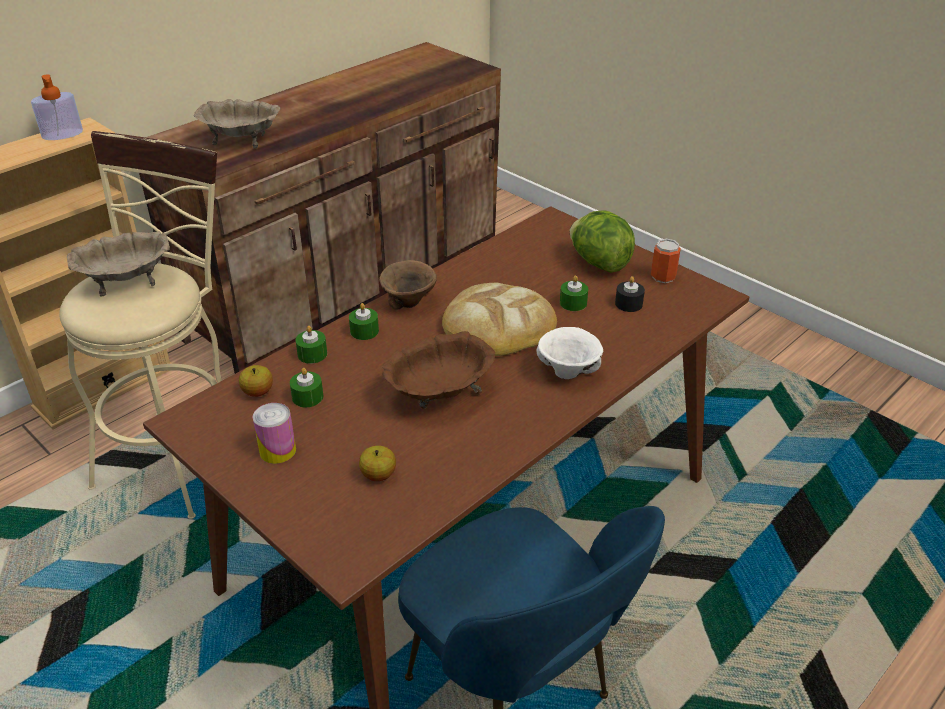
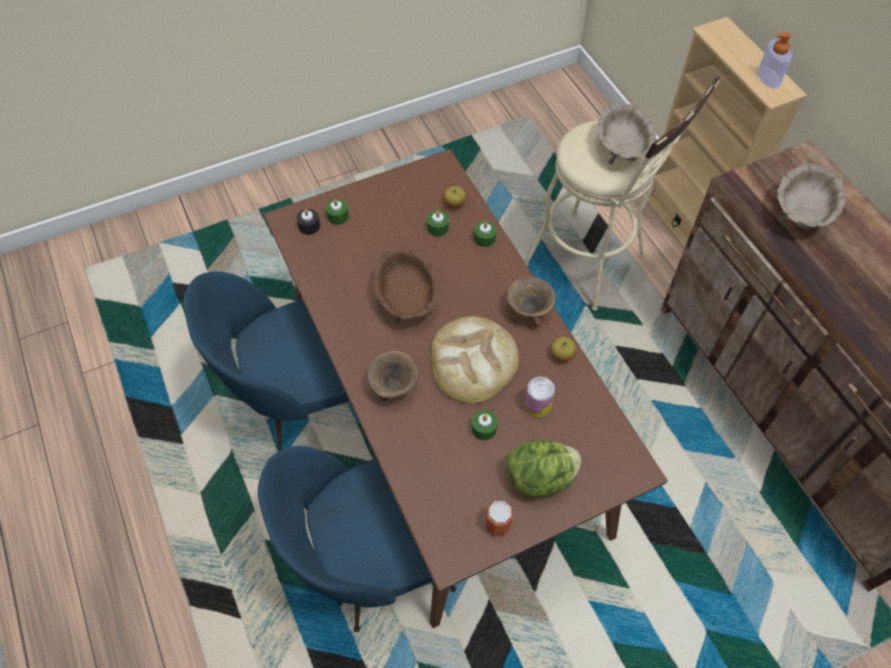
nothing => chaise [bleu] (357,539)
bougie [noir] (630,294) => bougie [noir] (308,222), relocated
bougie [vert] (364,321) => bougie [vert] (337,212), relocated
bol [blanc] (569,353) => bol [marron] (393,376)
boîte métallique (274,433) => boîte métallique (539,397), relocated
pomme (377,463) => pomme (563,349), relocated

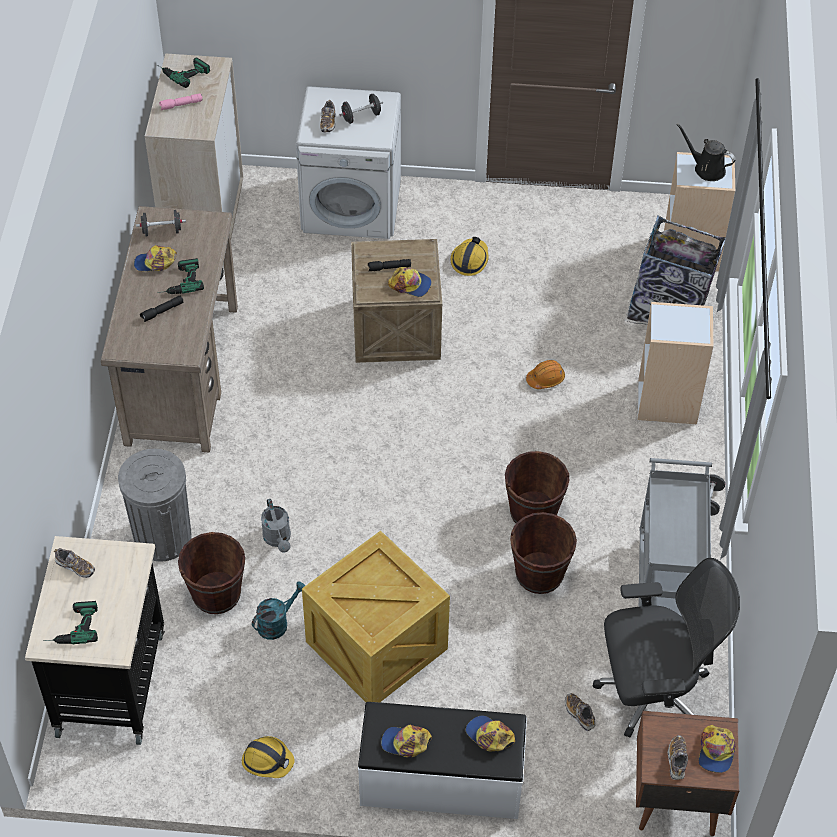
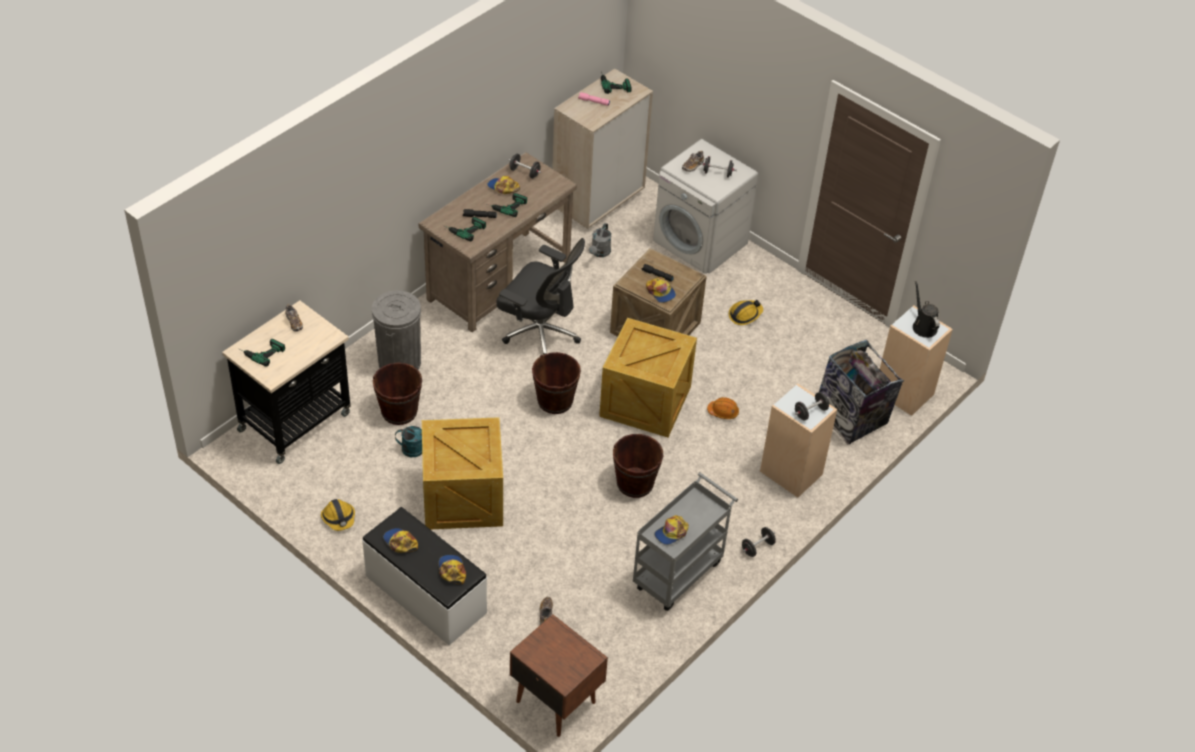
nothing => perceuse (465,229)
chaise de bureau (666,647) => chaise de bureau (540,296), relocated
seau [marron] (543,553) => seau [marron] (556,383), relocated
arrosoir [gris] (276,526) => arrosoir [gris] (600,240), relocated
nothing => caisse (648,377)
casquette (717,749) => casquette (671,530), relocated
nothing => haltère [noir] (812,406)
chaussure (678,757) => nothing

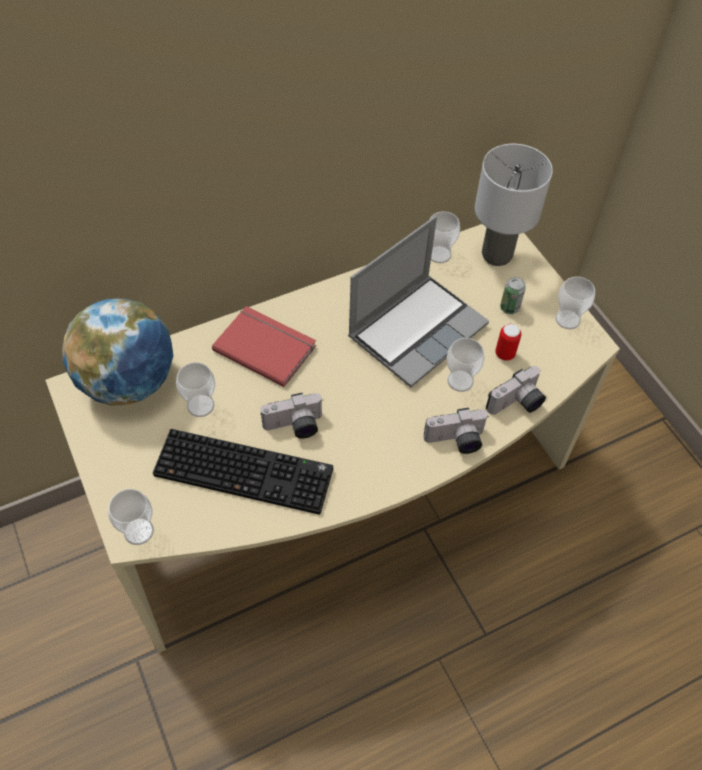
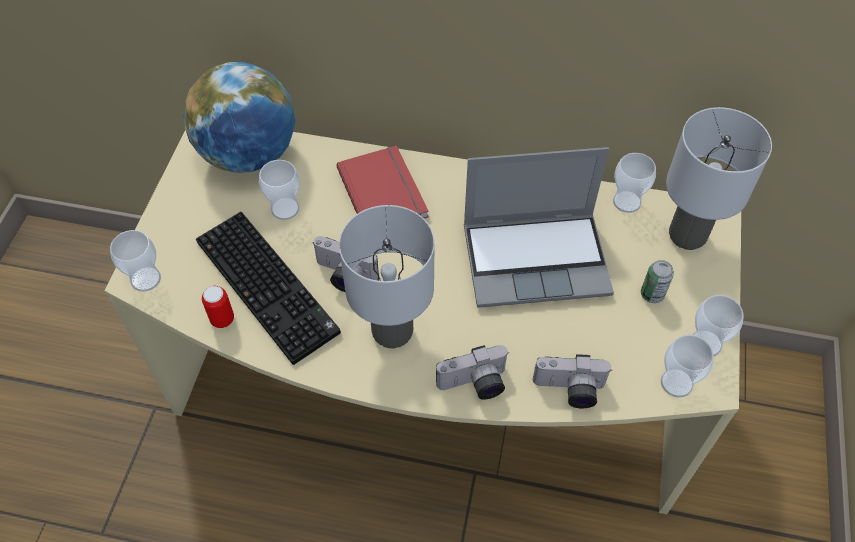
boîte métallique (508,342) => boîte métallique (218,307), relocated
nothing => lampe de table [blanc] (387,276)
appareil photo (456,431) => appareil photo (472,372), 45 degrees counterclockwise
tasse (466,365) => tasse (687,366), relocated

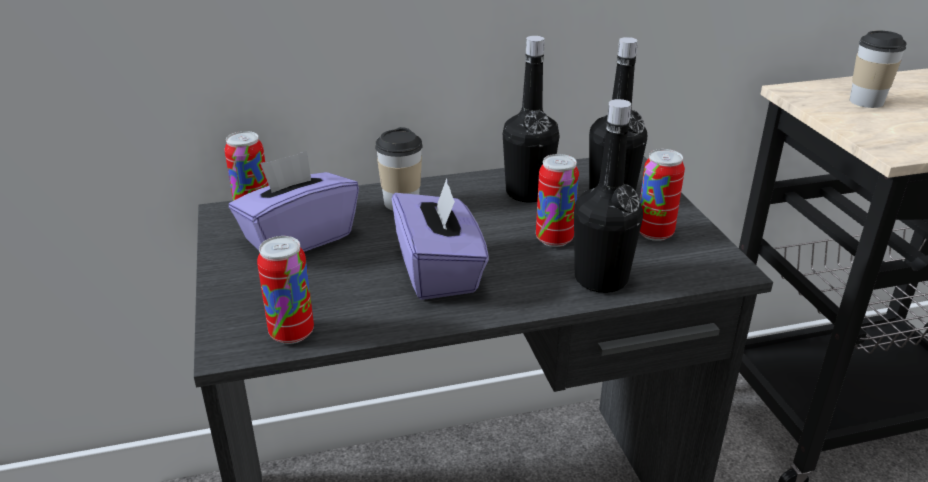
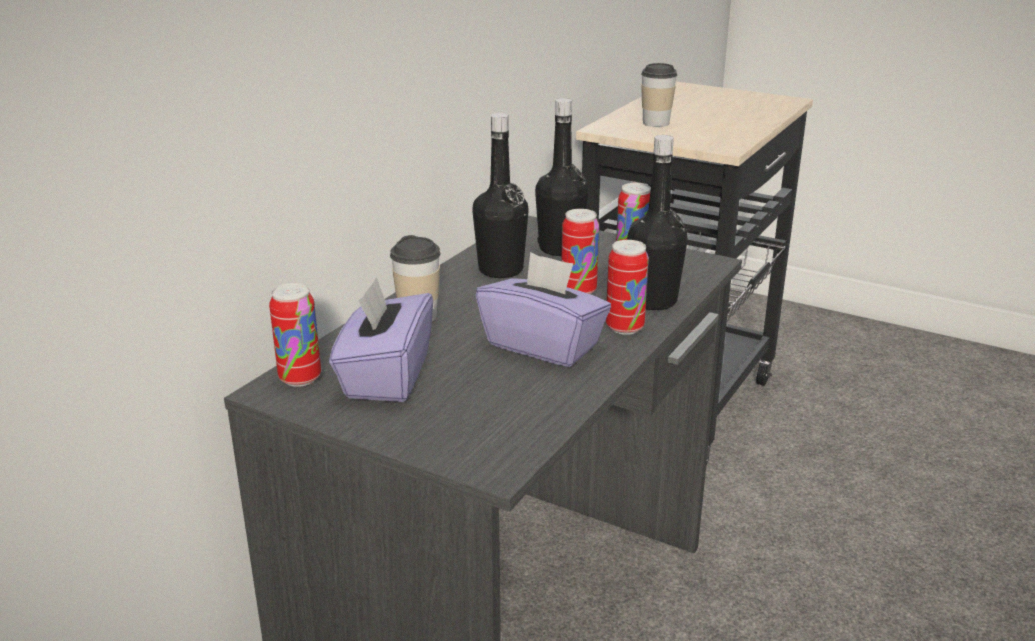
boîte métallique (285,290) => boîte métallique (627,287), relocated

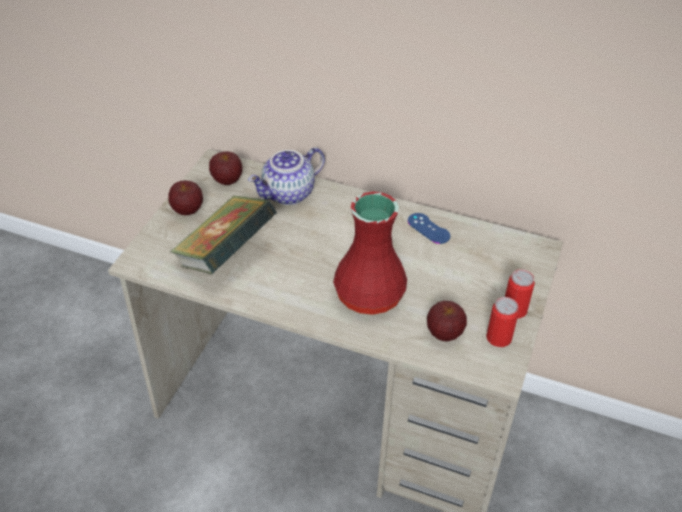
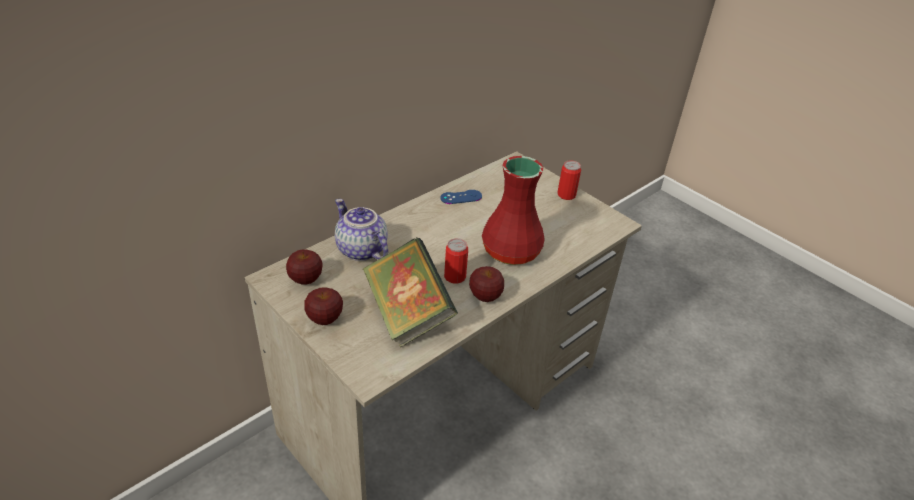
théière (286,176) => théière (361,230), 150 degrees clockwise
boîte métallique (502,322) => boîte métallique (456,261), relocated
pomme (447,321) => pomme (486,284), relocated

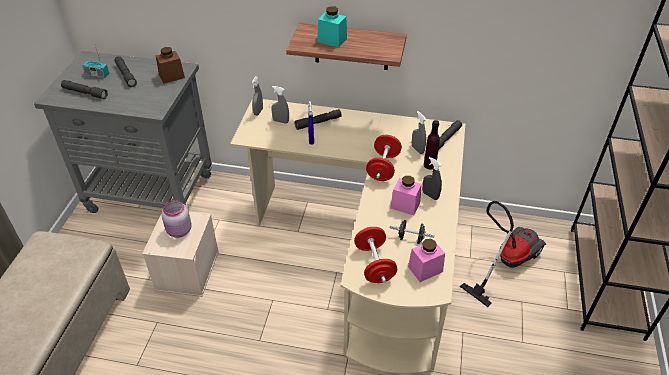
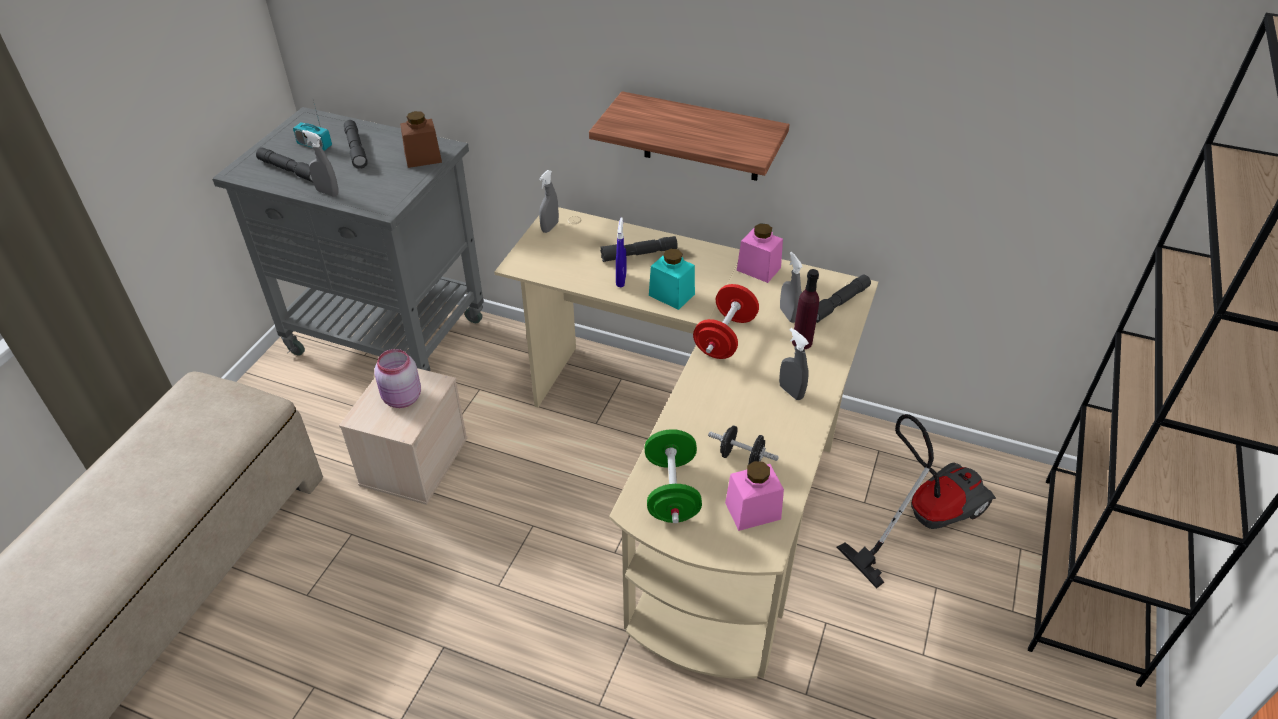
vaporisateur [gris] (280,105) => vaporisateur [gris] (320,163), relocated
haltère [rouge] (375,255) => haltère [vert] (673,476)
bocal [turquoise] (332,27) => bocal [turquoise] (672,279), relocated
bocal [rose] (406,195) => bocal [rose] (760,253), relocated

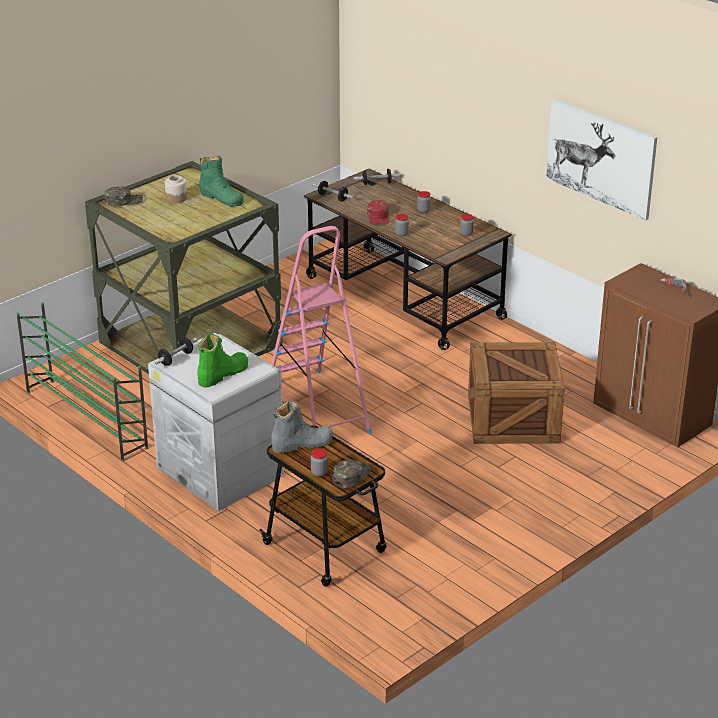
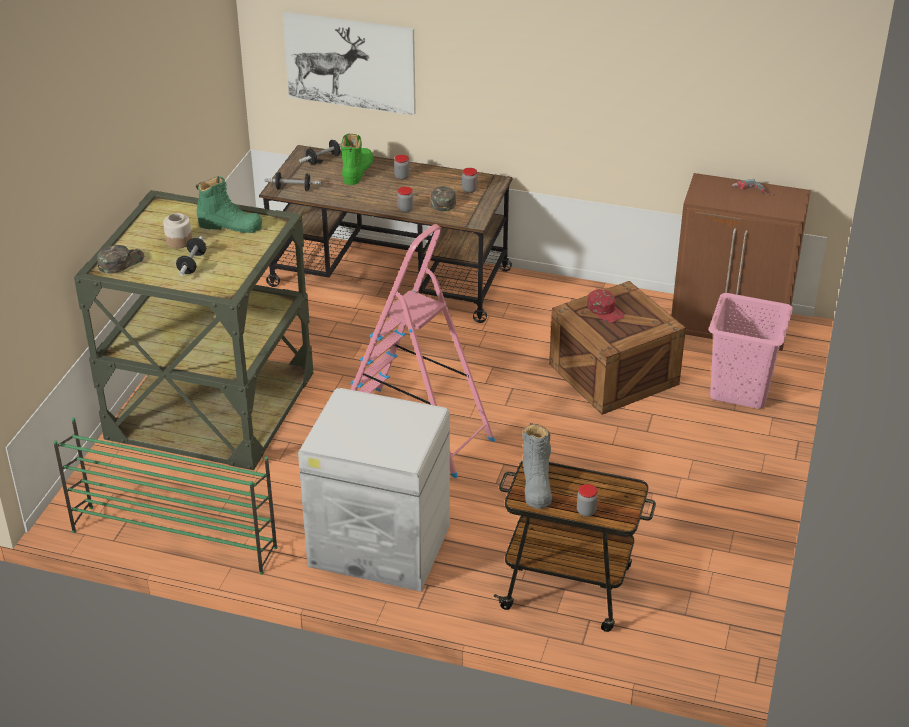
haltère (175,351) => haltère (191,256), relocated
tableau (601,159) => tableau (349,63), relocated
botte [vert] (222,360) => botte [vert] (357,159), relocated
casquette [vert] (352,474) => casquette [vert] (443,198), relocated
botte [gris] (302,426) => botte [gris] (537,466), 135 degrees clockwise
casquette [rouge] (378,212) => casquette [rouge] (606,306), relocated
nothing => panier à linge [rose] (751,351)

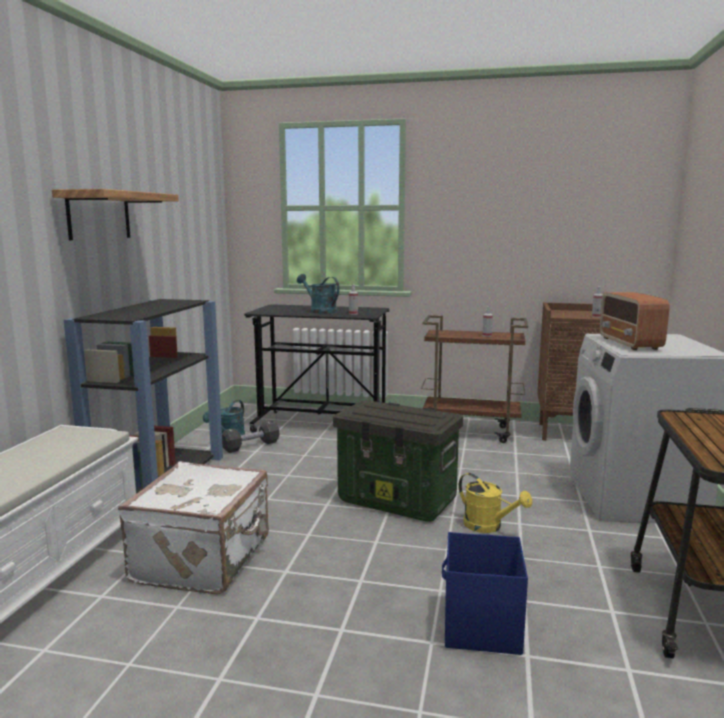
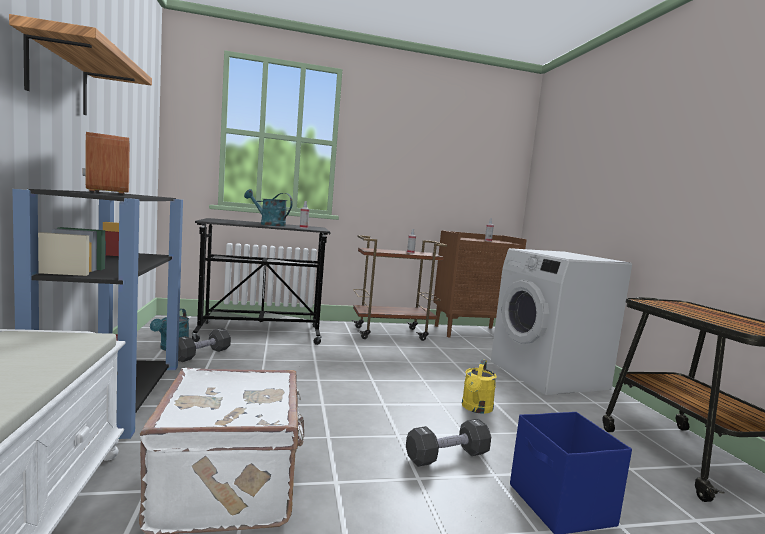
radio (634,321) => radio (106,163), relocated
nothing => haltère [noir] (448,443)
arrosoir [jaune] (495,503) => arrosoir [jaune] (479,386), 90 degrees clockwise
boîte de rangement (398,461) => nothing

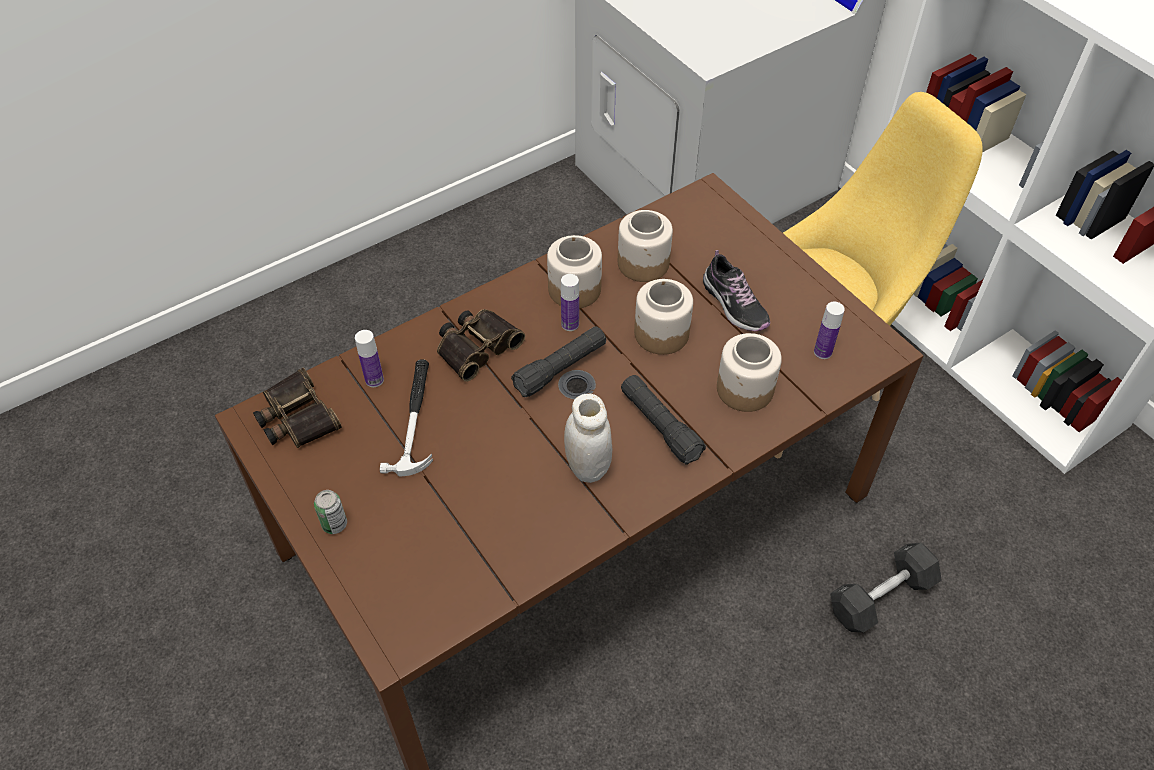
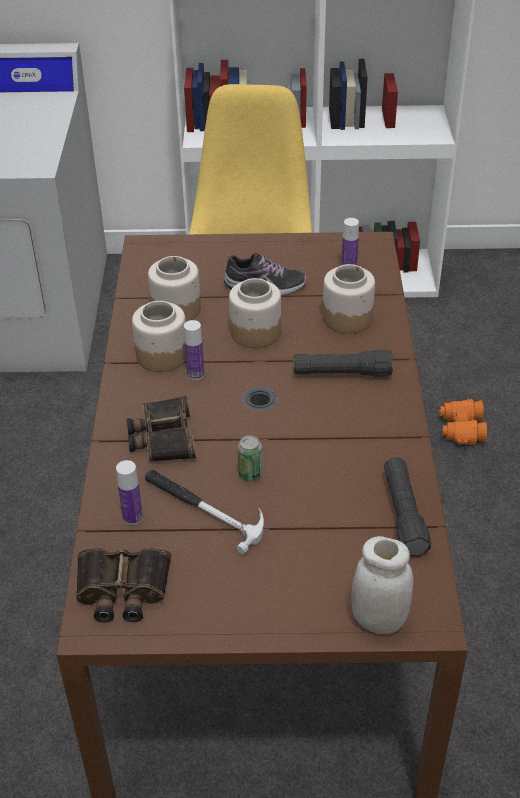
boîte métallique (330,512) => boîte métallique (249,458), relocated
bocal [blanc] (588,438) => bocal [blanc] (382,585), relocated
lampe de poche [noir] (558,361) => lampe de poche [noir] (407,507), relocated
haltère [gris] (886,587) => jumelles [orange] (463,422)

